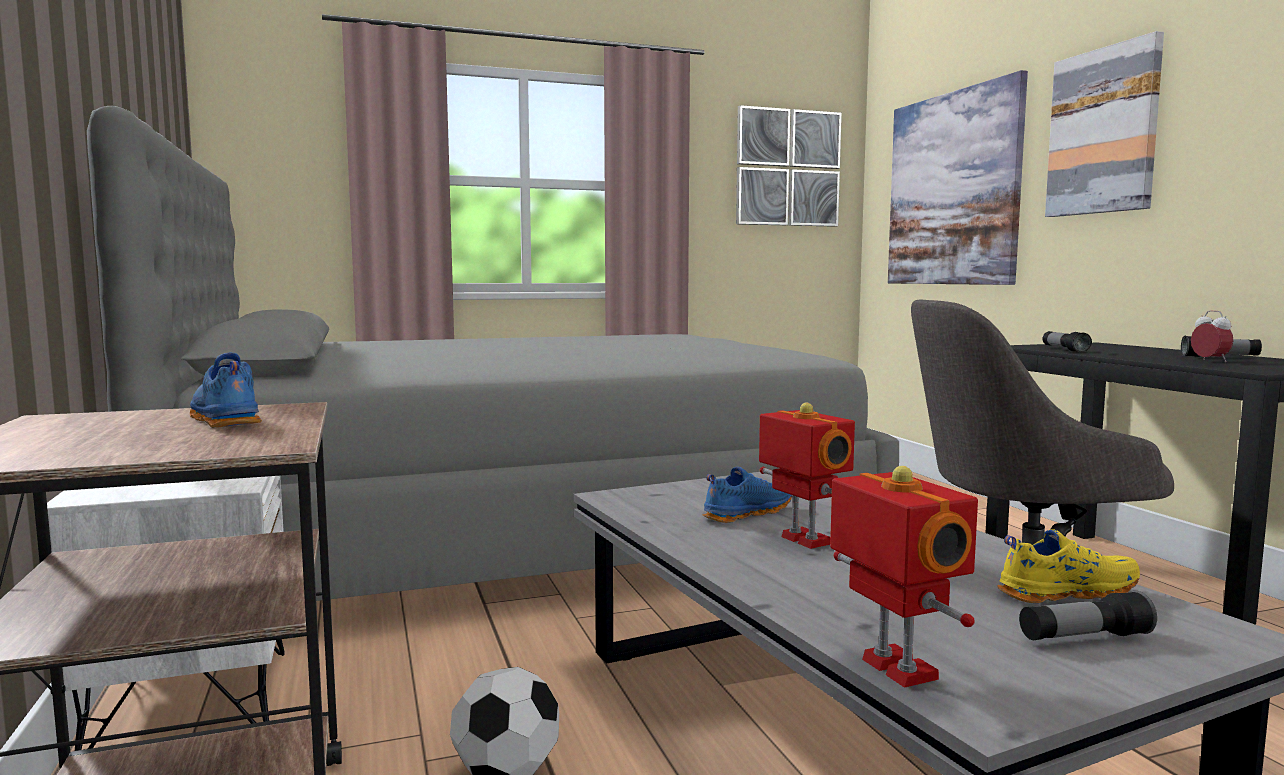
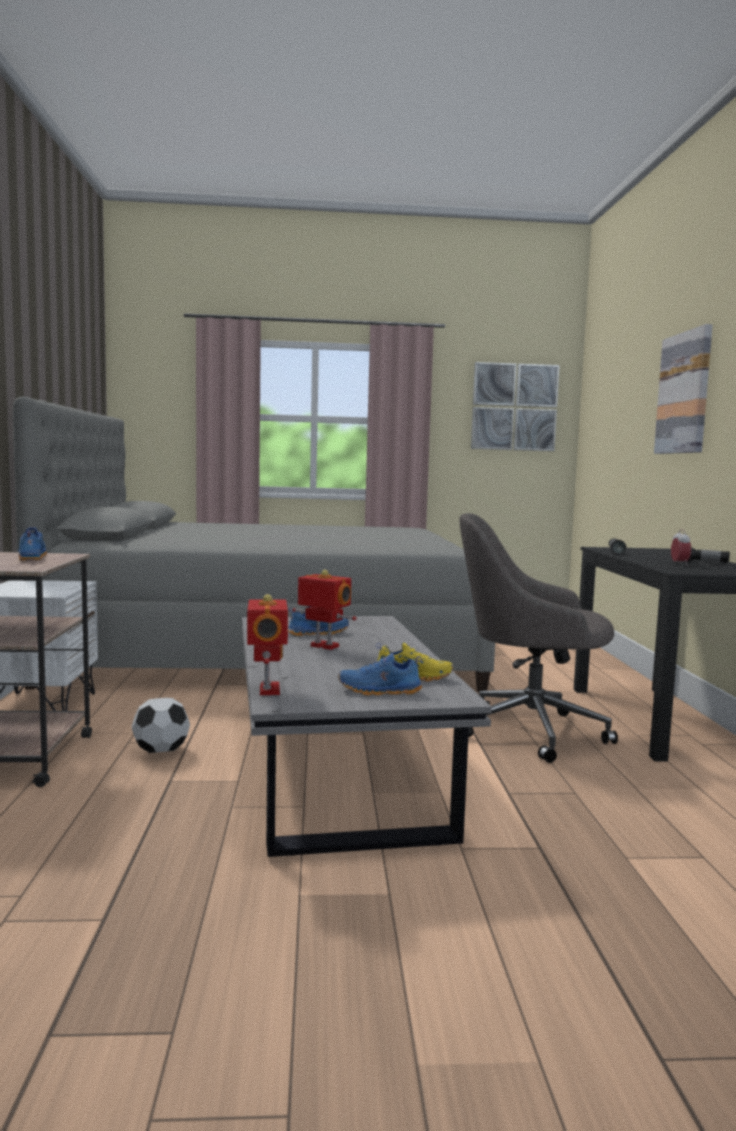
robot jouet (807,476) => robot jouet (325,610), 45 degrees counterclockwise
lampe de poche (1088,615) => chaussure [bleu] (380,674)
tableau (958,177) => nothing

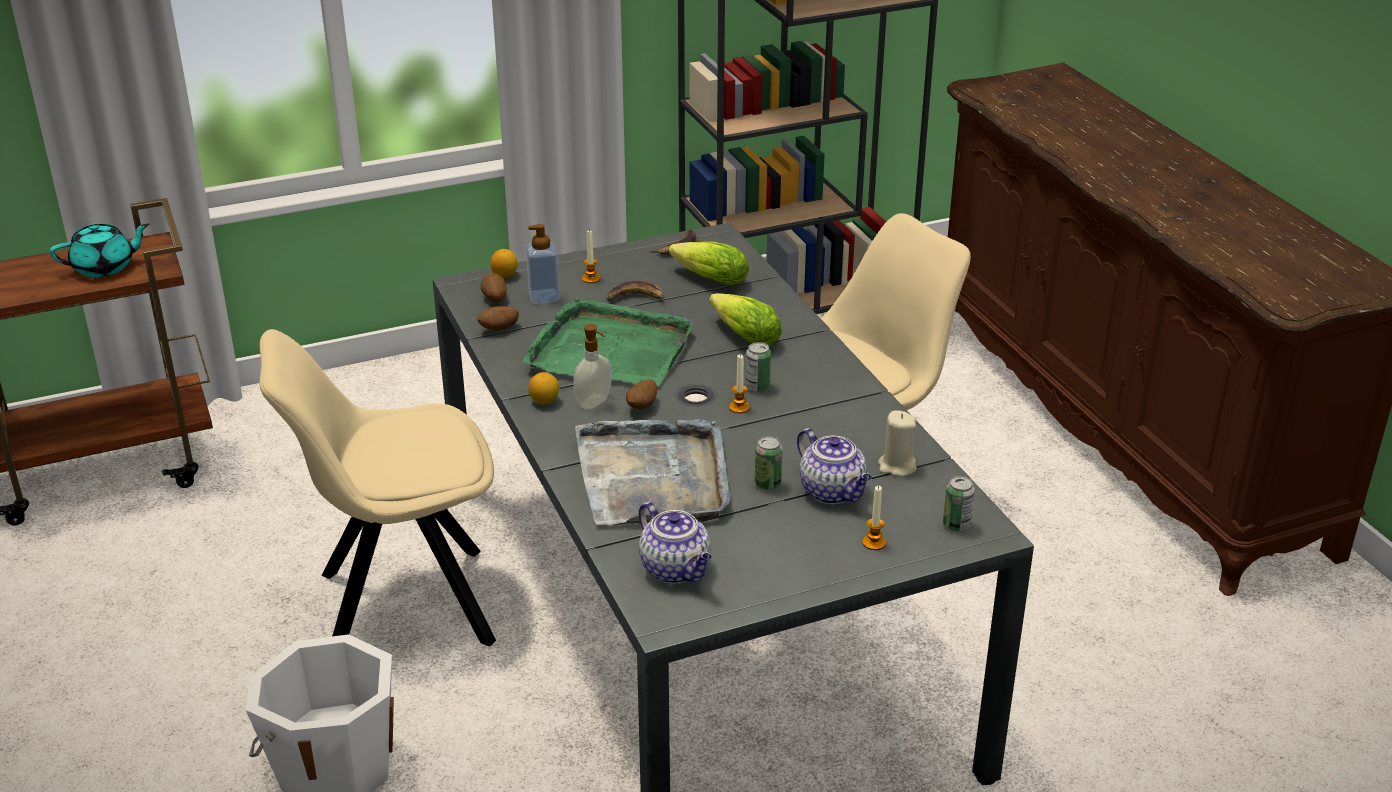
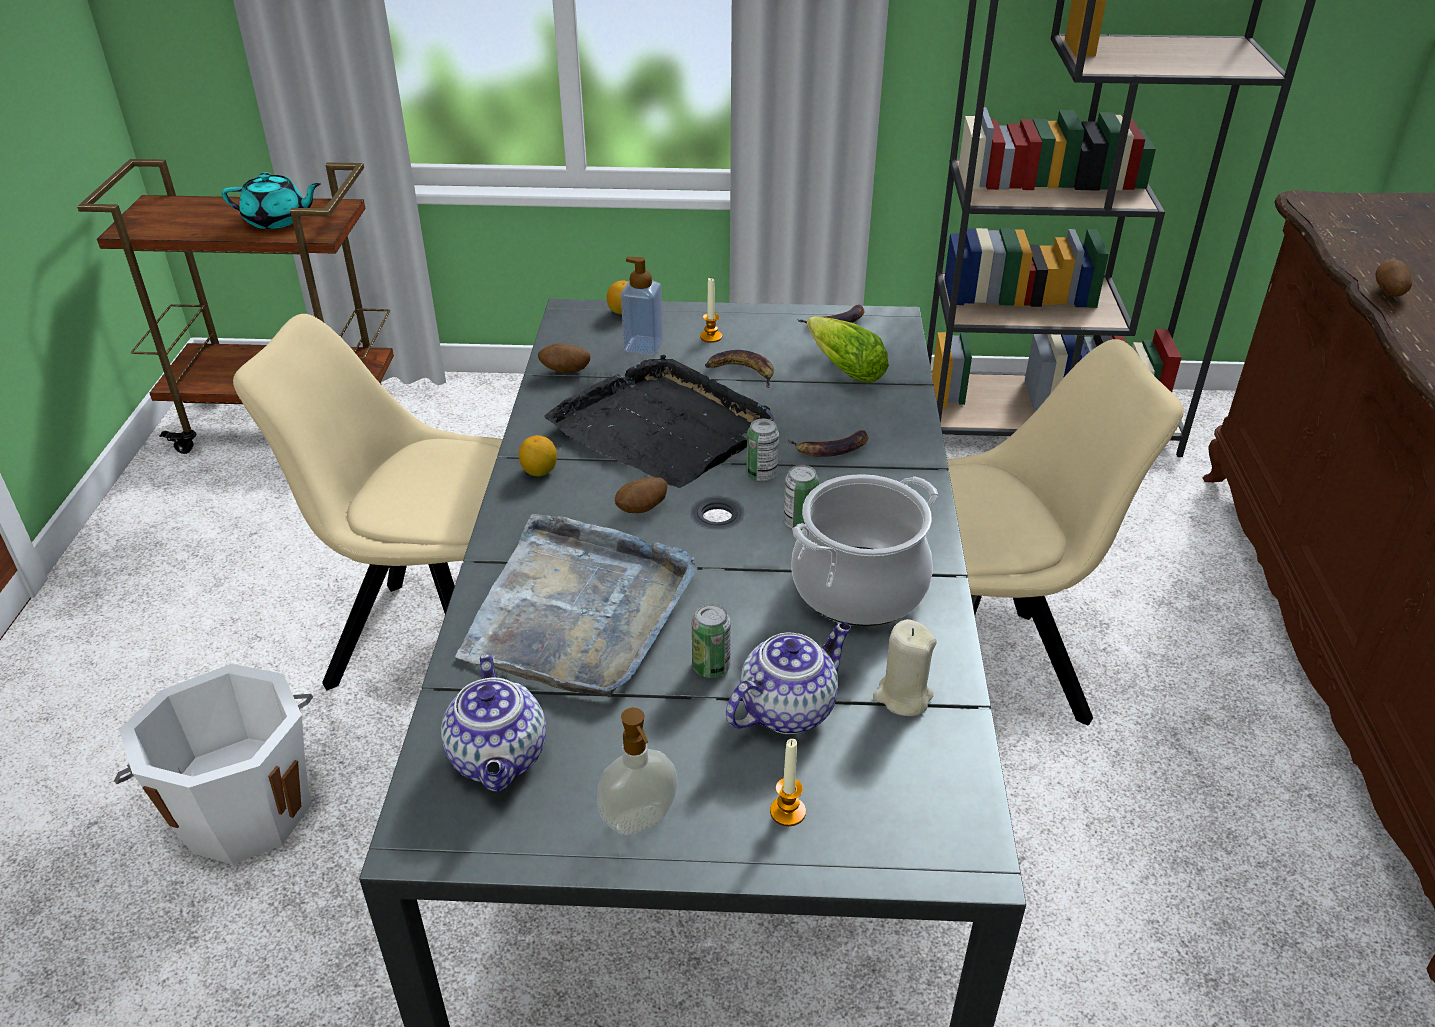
plateau [vert] (608,341) => plateau [noir] (659,421)
distributeur de savon (592,366) => distributeur de savon (637,771), relocated
théière (834,466) => théière (788,678), 120 degrees counterclockwise
boîte métallique (959,504) => boîte métallique (762,450), relocated
laitue (745,319) => banane (828,443)
nothing => marmite (865,550)
pomme de terre (494,288) => pomme de terre (1393,278), relocated
bougie (739,383) => nothing

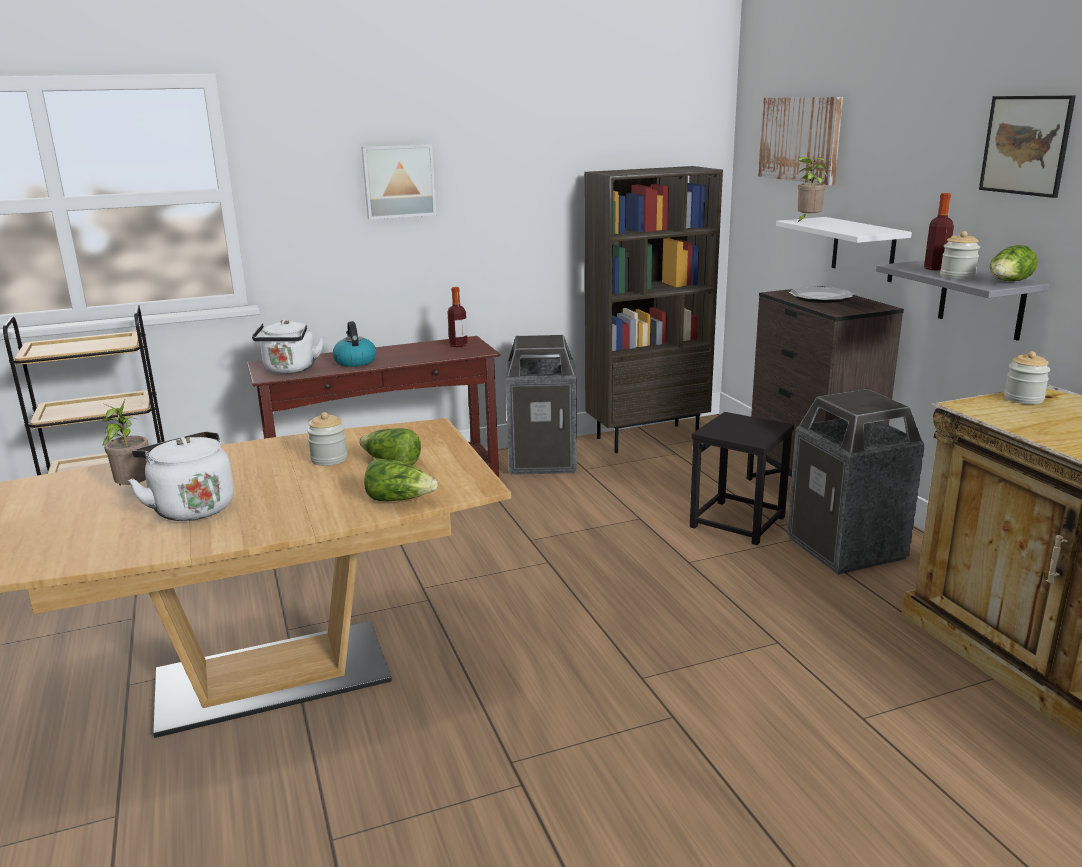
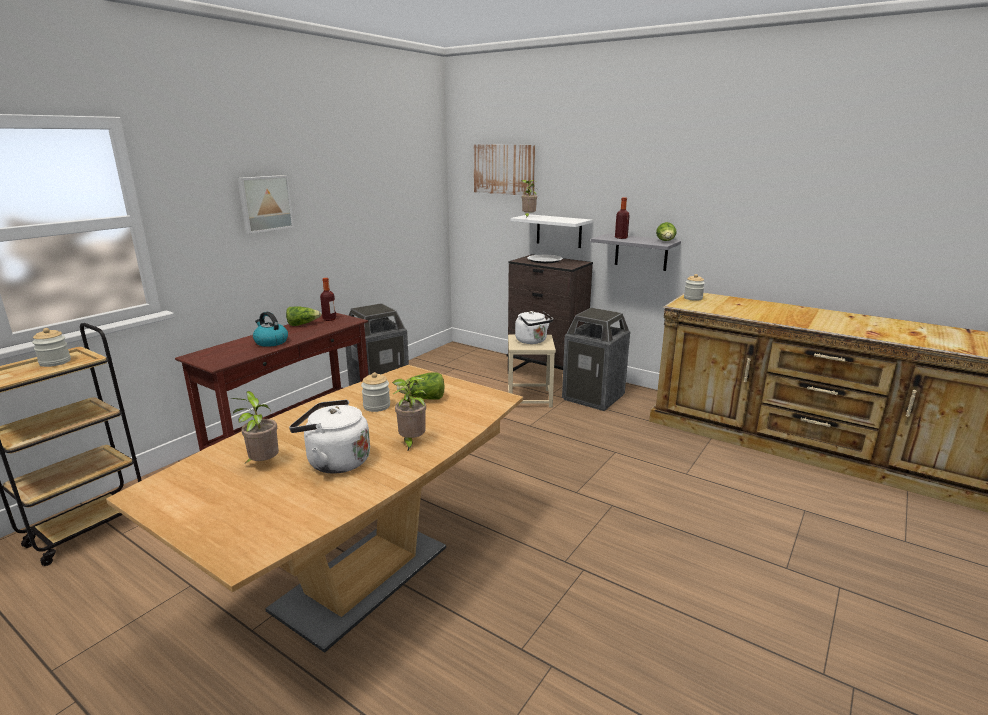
bocal (960,255) => bocal (51,347), relocated
laitue (401,479) => laitue (303,316), relocated
nothing => plante en pot (409,414)
tabouret [noir] (742,478) => tabouret [beige] (532,371)
bouilloire [blanc] (288,347) => bouilloire [blanc] (534,327), relocated
bibliothèque [marron] (654,309) => nothing
tableau (1027,146) => nothing

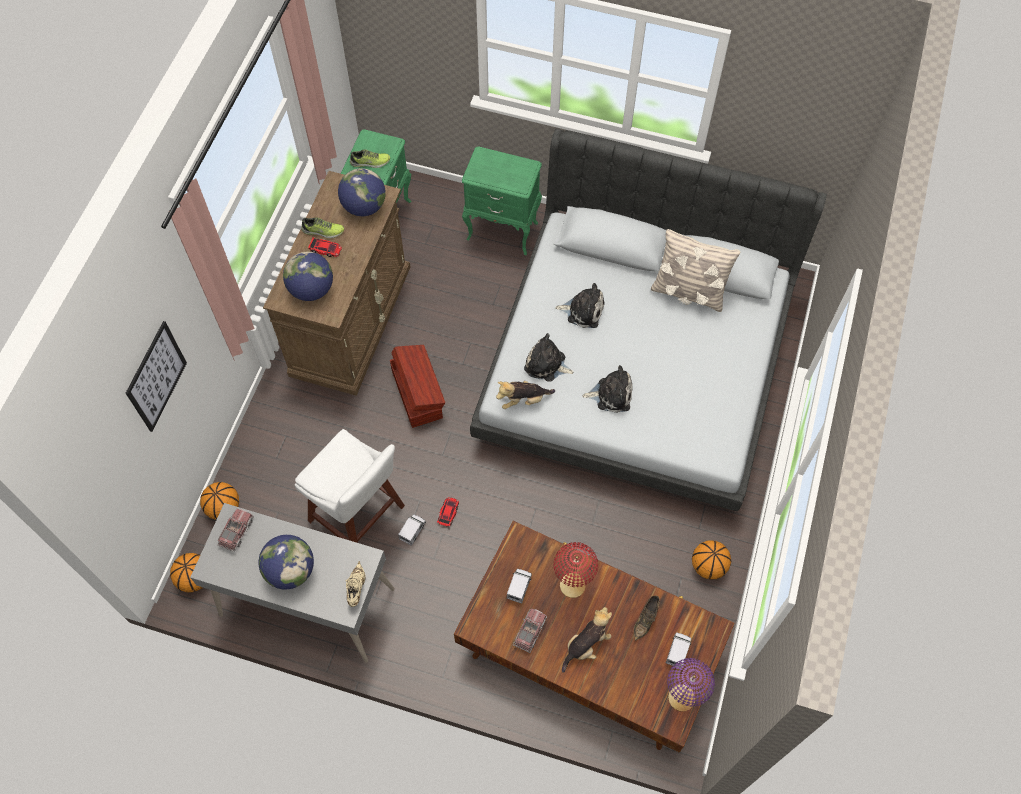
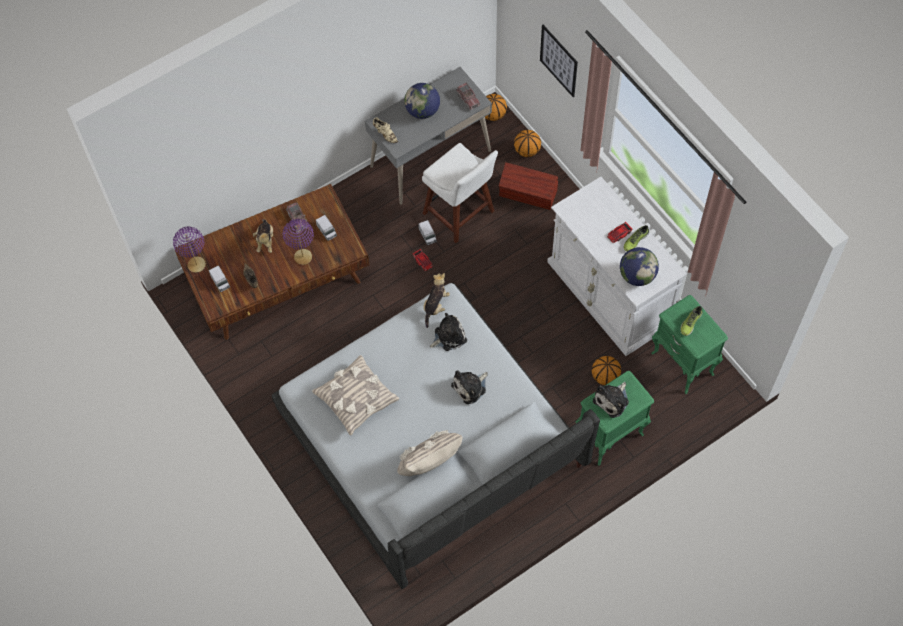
lampe de table [rouge] (575,570) => lampe de table [violet] (298,242)
nothing => coussin [beige] (355,395)
chaise [blanc] (350,486) => chaise [blanc] (460,193), 120 degrees counterclockwise
boîte de rangement [marron] (417,386) => boîte de rangement [marron] (528,186), relocated
commode [marron] (336,283) => commode [blanc] (617,266)
ballon de basket (711,560) => ballon de basket (606,370), relocated
peluche (607,389) => peluche (611,400), relocated
globe (308,276) => nothing

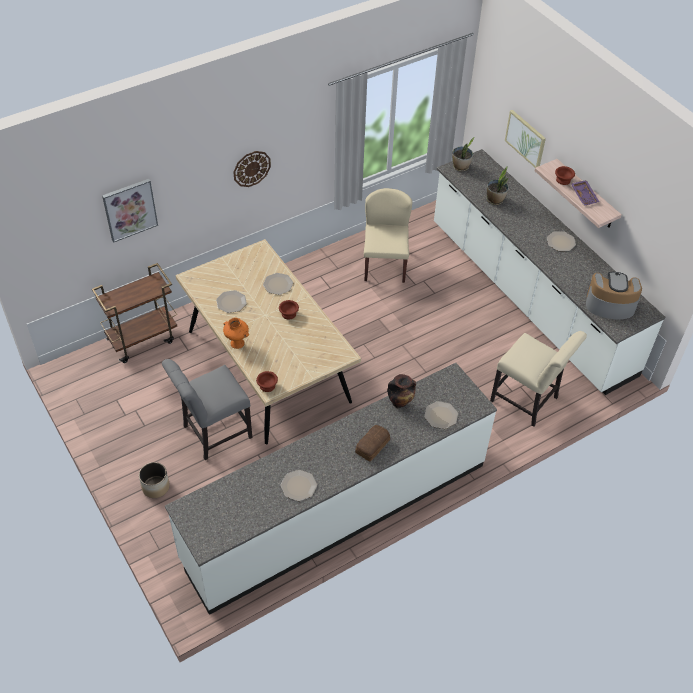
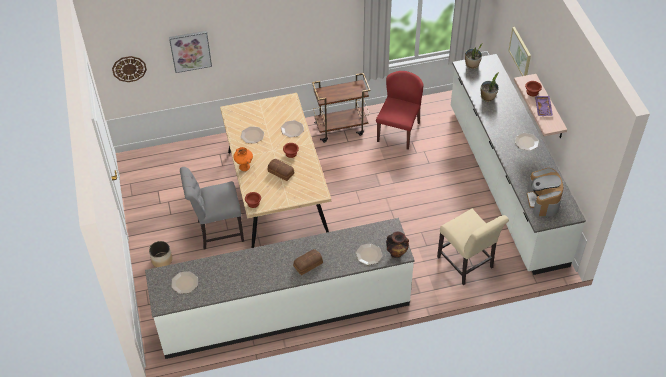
horloge murale (252,169) => horloge murale (129,69), relocated
assiette (299,485) => assiette (185,282), relocated
nothing => pain (281,170)
chariot [marron] (134,313) => chariot [marron] (341,108), relocated
chaise [beige] (388,235) => chaise [rouge] (399,110)
vase (401,391) => vase (397,244), relocated
machine à café (614,295) => machine à café (545,192), 120 degrees counterclockwise

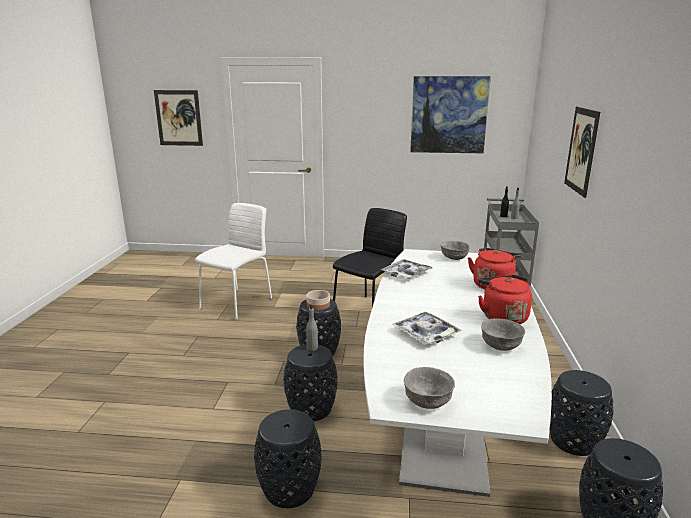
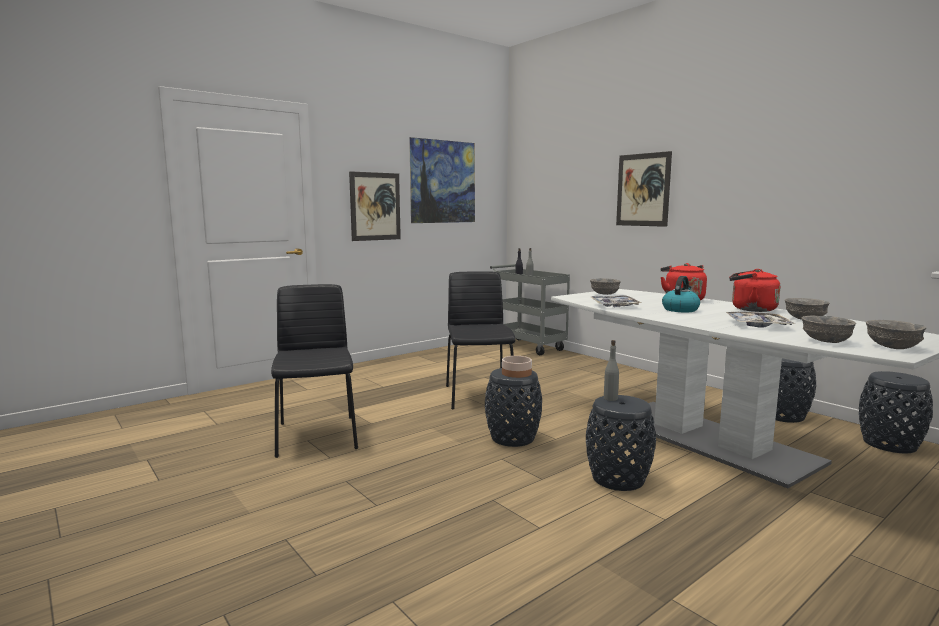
chaise [blanc] (233,261) => chaise [noir] (314,371)
tableau (178,118) => tableau (375,206), relocated
nothing => bouilloire (681,294)
nothing => bol [gris] (829,329)
tabouret [noir] (287,458) => nothing

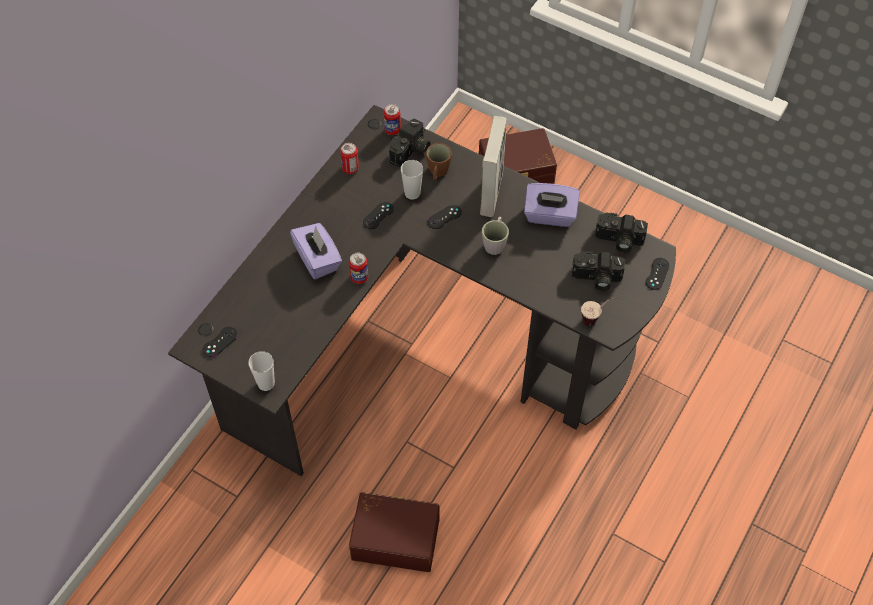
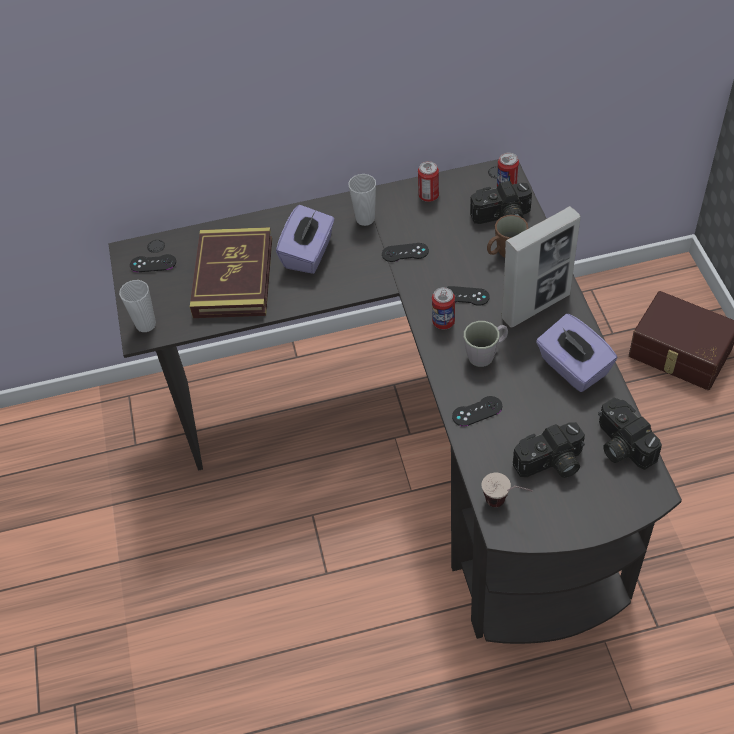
nothing => livre (231,272)
tasse (412,180) => tasse (362,200), relocated
boîte métallique (358,268) => boîte métallique (443,308), relocated
manette [noir] (657,274) => manette [noir] (477,411), relocated
appareil photo (598,271) => appareil photo (549,450), 75 degrees counterclockwise
boîte de rangement [marron] (394,532) => nothing

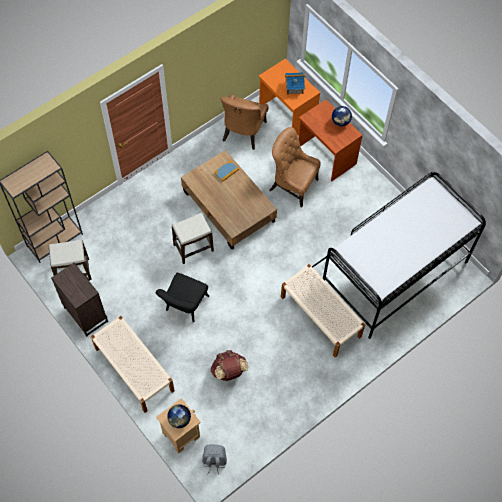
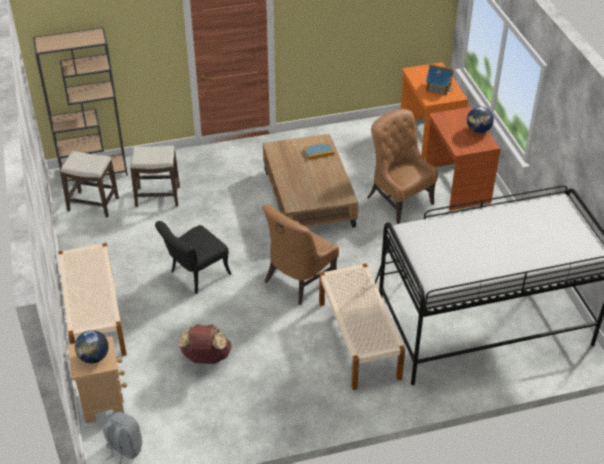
tabouret (193,238) => tabouret (155,176), relocated
chaise [marron] (244,122) => chaise [marron] (300,255), relocated
commode [marron] (79,300) => nothing

